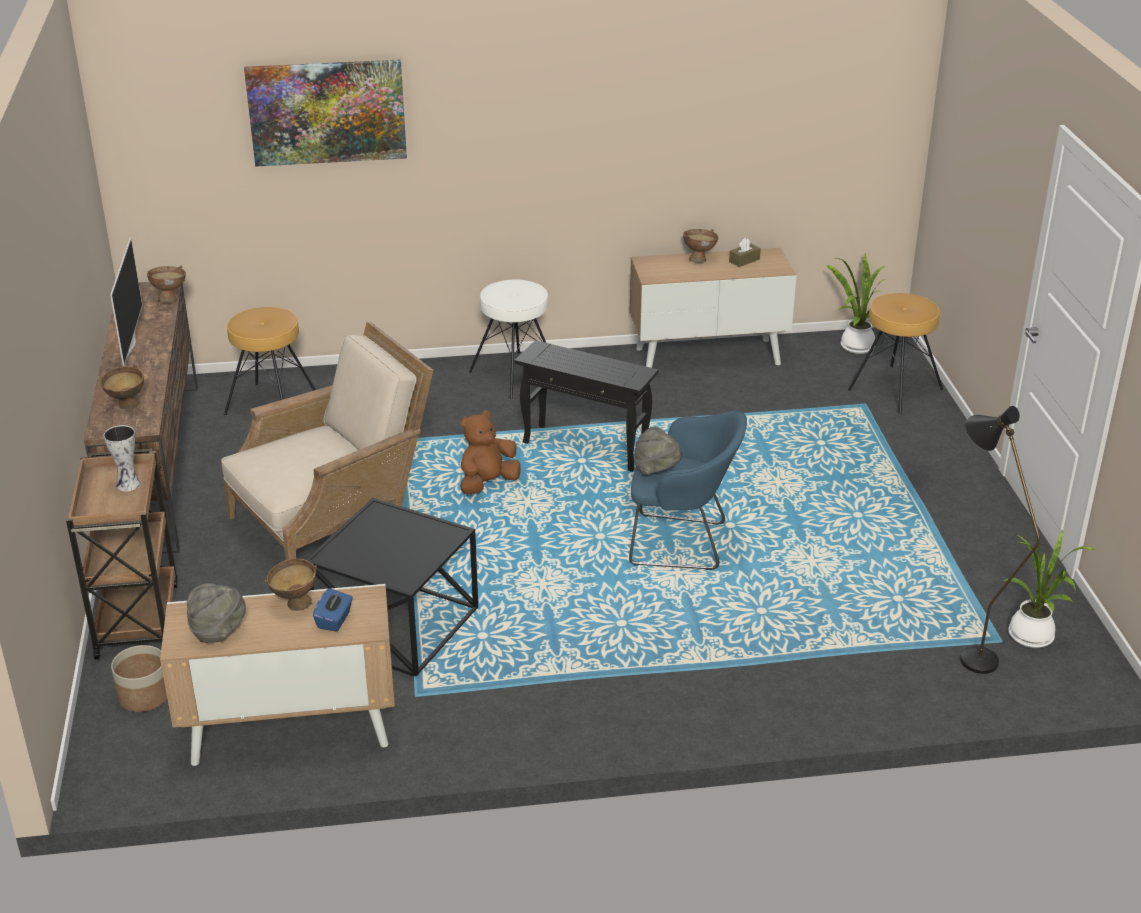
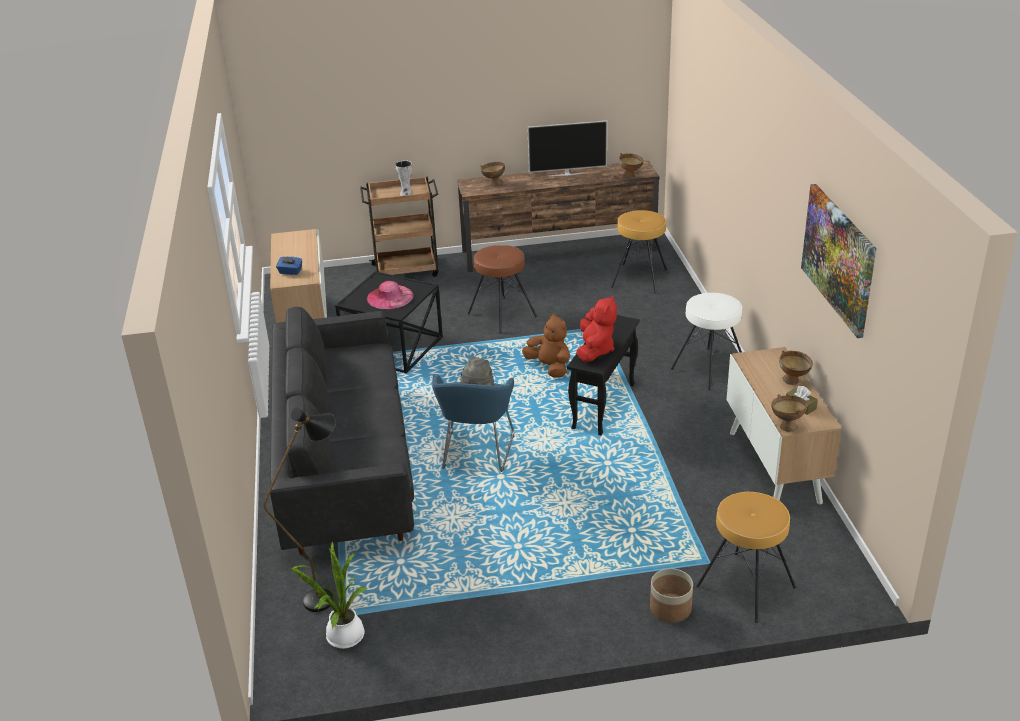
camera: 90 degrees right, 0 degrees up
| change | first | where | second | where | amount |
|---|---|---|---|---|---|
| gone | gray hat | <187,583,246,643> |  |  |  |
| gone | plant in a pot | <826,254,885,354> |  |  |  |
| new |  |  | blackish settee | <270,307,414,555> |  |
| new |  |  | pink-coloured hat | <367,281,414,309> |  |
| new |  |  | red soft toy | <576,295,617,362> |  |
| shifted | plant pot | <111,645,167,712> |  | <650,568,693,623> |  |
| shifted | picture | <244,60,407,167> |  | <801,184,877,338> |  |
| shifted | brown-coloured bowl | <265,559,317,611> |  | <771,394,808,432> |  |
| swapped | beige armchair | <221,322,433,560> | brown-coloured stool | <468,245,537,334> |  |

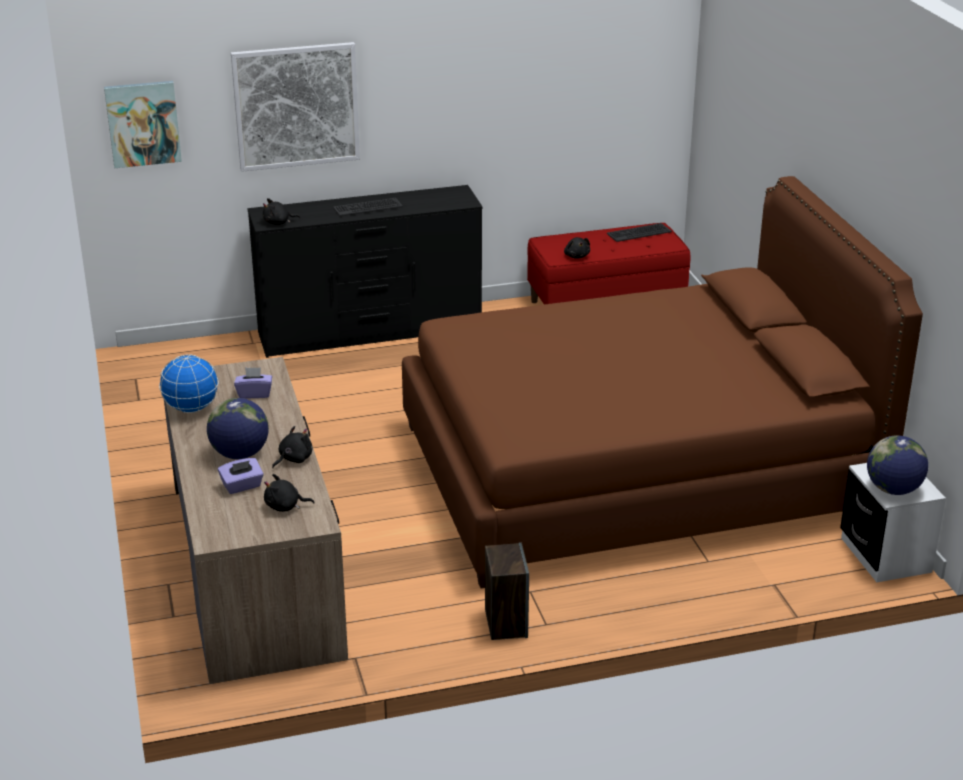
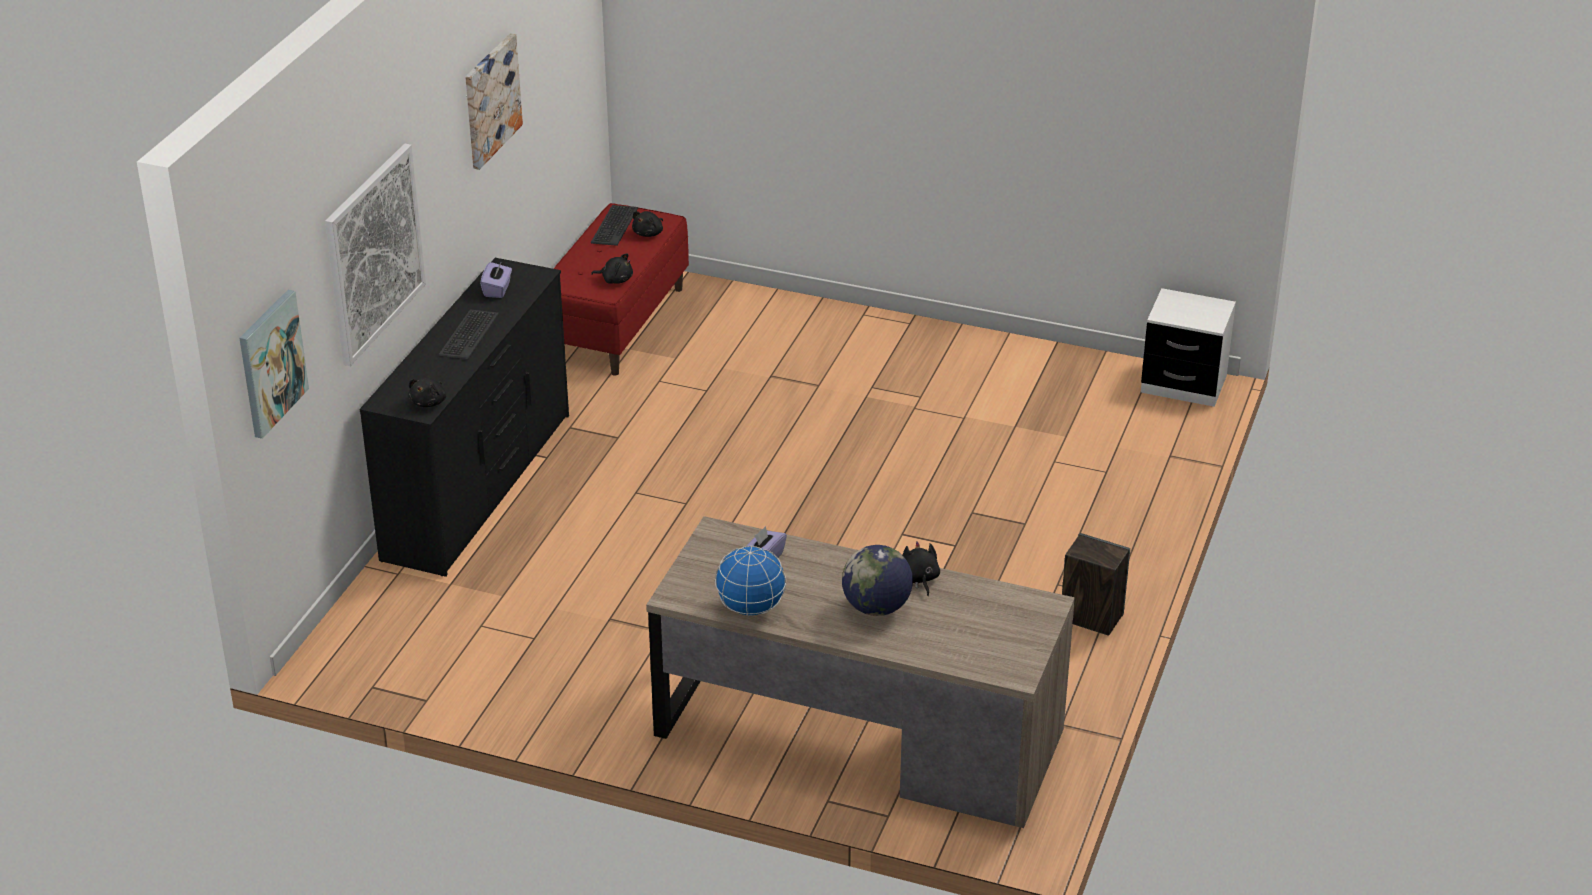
camera: 55 degrees left, 5 degrees up
| change | first | where | second | where | amount |
|---|---|---|---|---|---|
| gone | brown-coloured bedroom bed | <402,176,923,588> |  |  |  |
| gone | world globe | <867,435,928,495> |  |  |  |
| new |  |  | picture | <465,33,523,170> |  |
| shifted | purplish tissue holder | <218,458,264,494> |  | <480,261,512,298> |  |
| shifted | blackish soft toy | <264,474,315,512> |  | <632,211,663,237> |  |

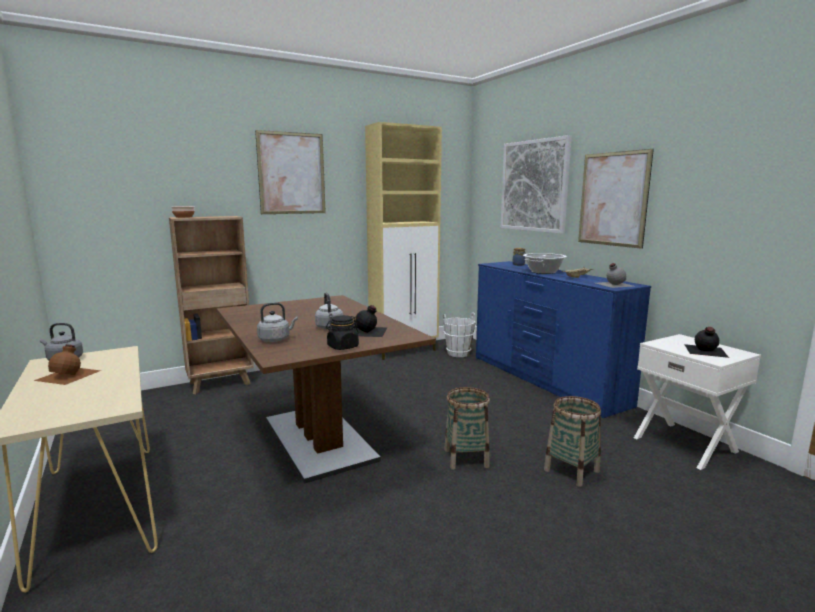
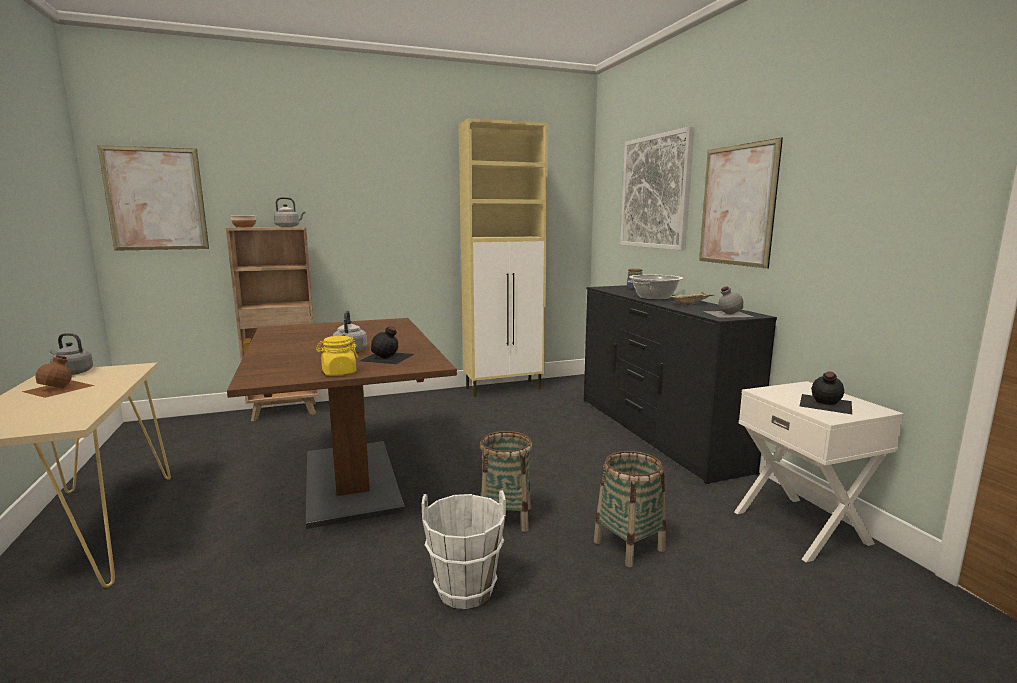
camera: 10 degrees right, 0 degrees up
| change | first | where | second | where | amount |
|---|---|---|---|---|---|
| shifted | picture | <255,130,326,214> |  | <97,145,209,251> |  |
| shifted | gray water kettle | <257,302,298,342> |  | <274,197,305,227> |  |
| shifted | white-coloured bucket | <443,312,476,357> |  | <422,490,506,609> |  |
| repainted | blackish storage jar | <326,315,359,350> | yellow-coloured storage jar | <316,336,359,376> |  |
| repainted | bluish chest of drawers | <476,261,651,418> | blackish chest of drawers | <584,285,777,484> |  |

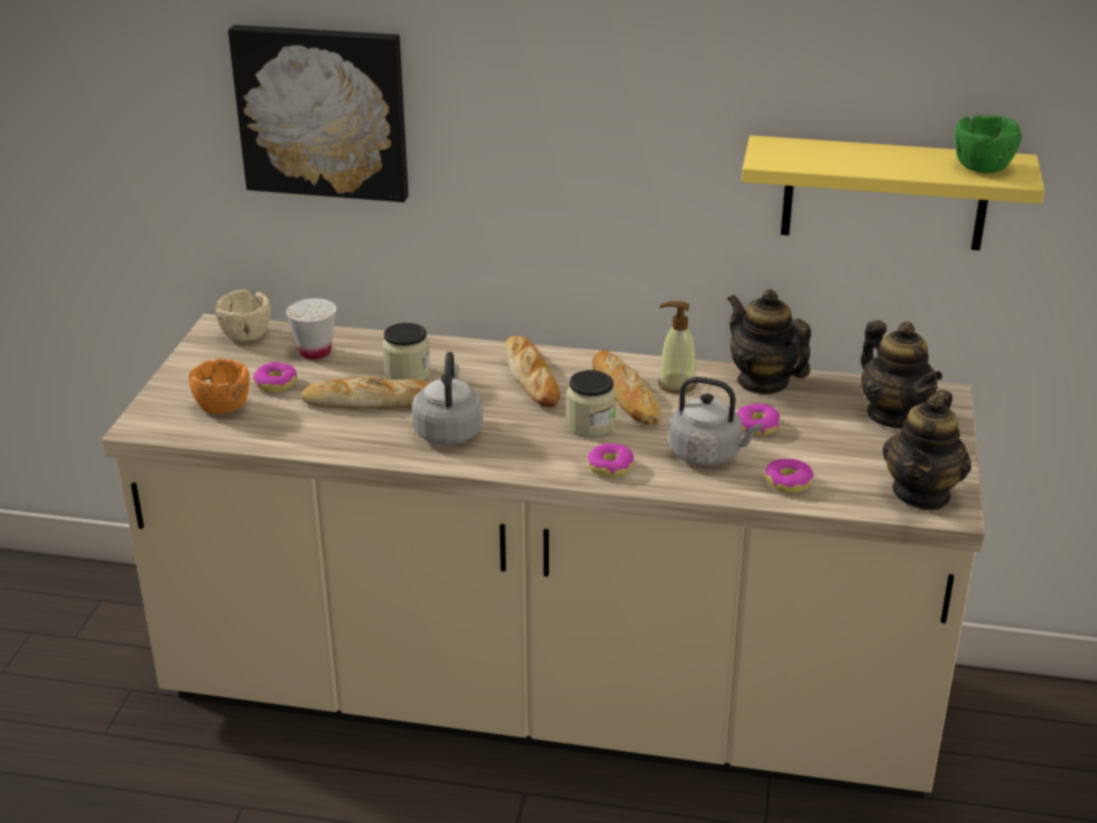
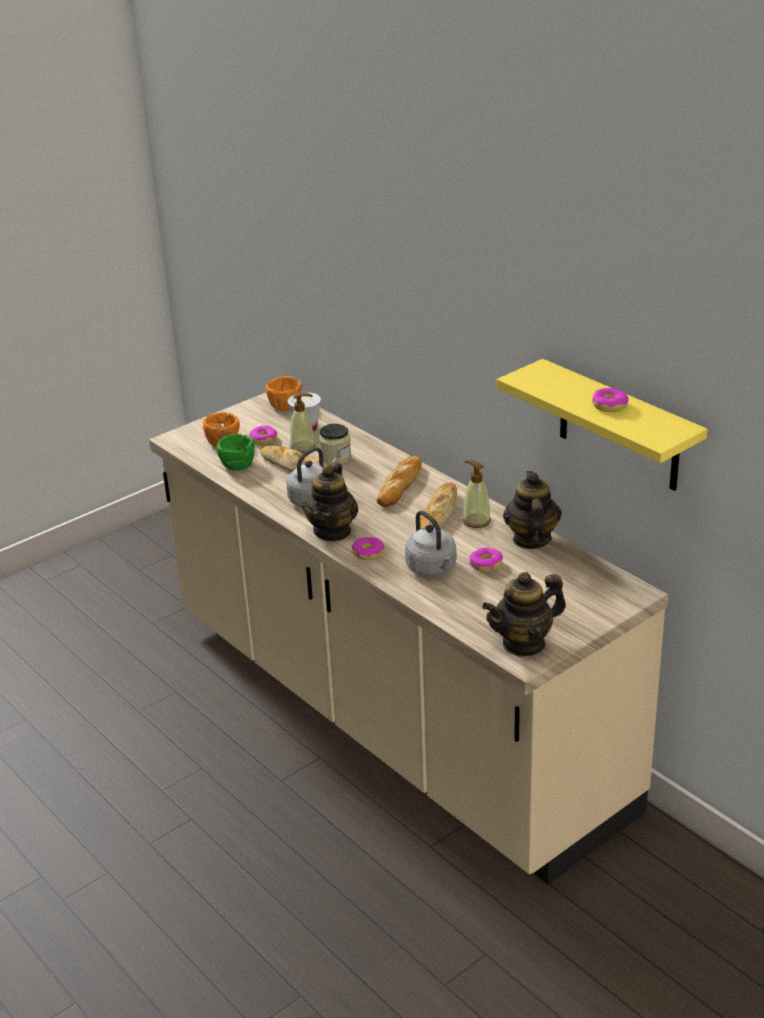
camera: 40 degrees right, 0 degrees up
| change | first | where | second | where | amount |
|---|---|---|---|---|---|
| gone | picture | <228,25,408,202> |  |  |  |
| gone | storage jar | <567,370,616,437> |  |  |  |
| new |  |  | soap dispenser | <290,393,316,453> |  |
| shifted | donut | <765,459,814,493> |  | <592,388,629,412> |  |
| shifted | teapot | <861,320,942,429> |  | <302,462,358,541> |  |
| shifted | green-coloured bowl | <955,115,1022,173> |  | <217,434,255,471> |  |
| repainted | beige bowl | <216,290,271,342> | orange bowl | <265,376,302,410> |  |

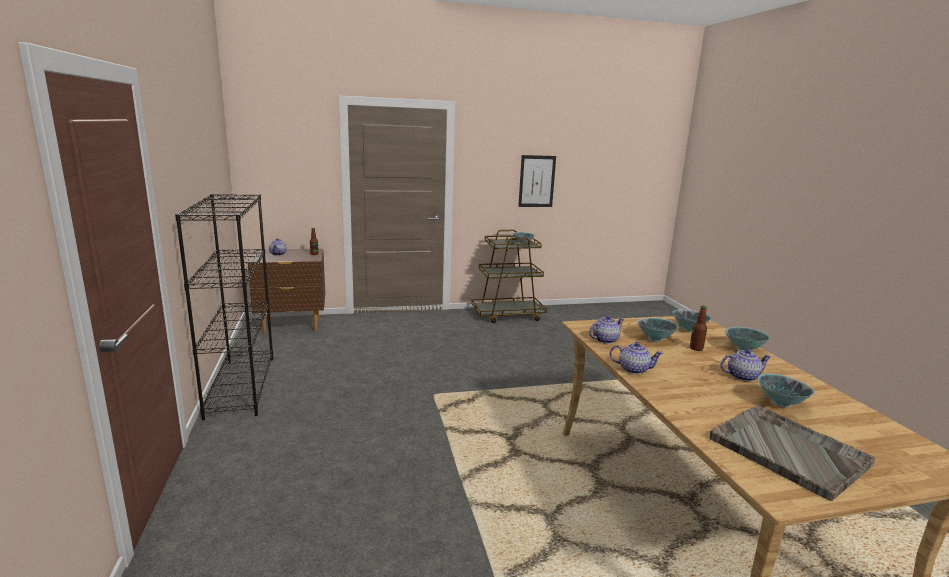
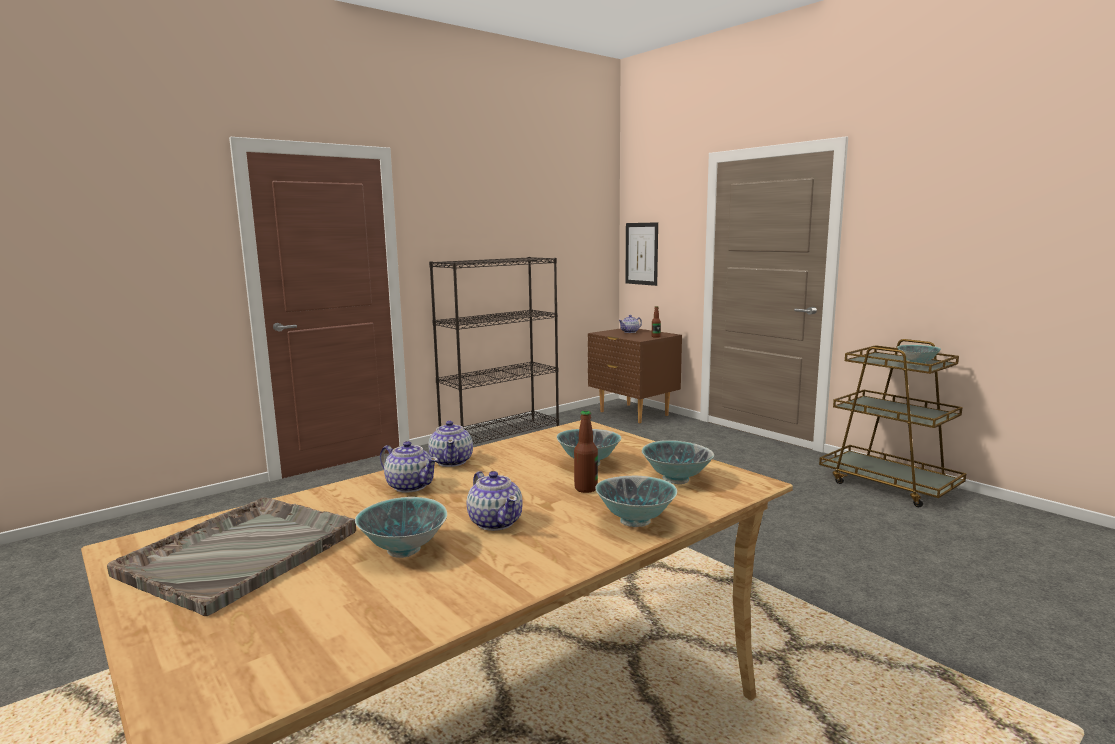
camera: 65 degrees right, 5 degrees down
| change | first | where | second | where | amount |
|---|---|---|---|---|---|
| shifted | picture | <518,155,556,207> |  | <625,222,658,286> |  |
| shifted | teapot | <589,315,624,344> |  | <380,441,438,493> |  |

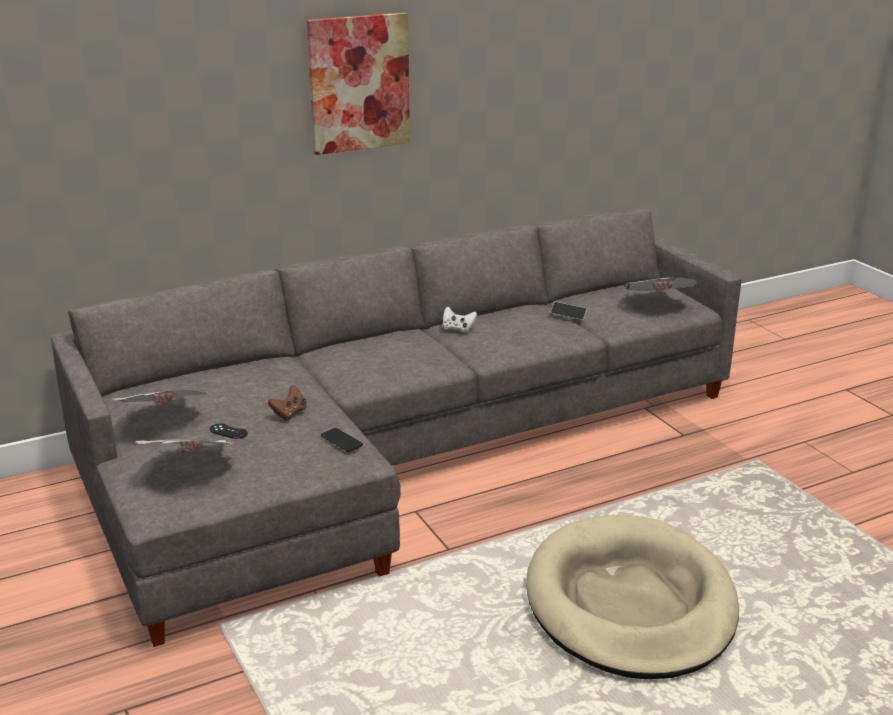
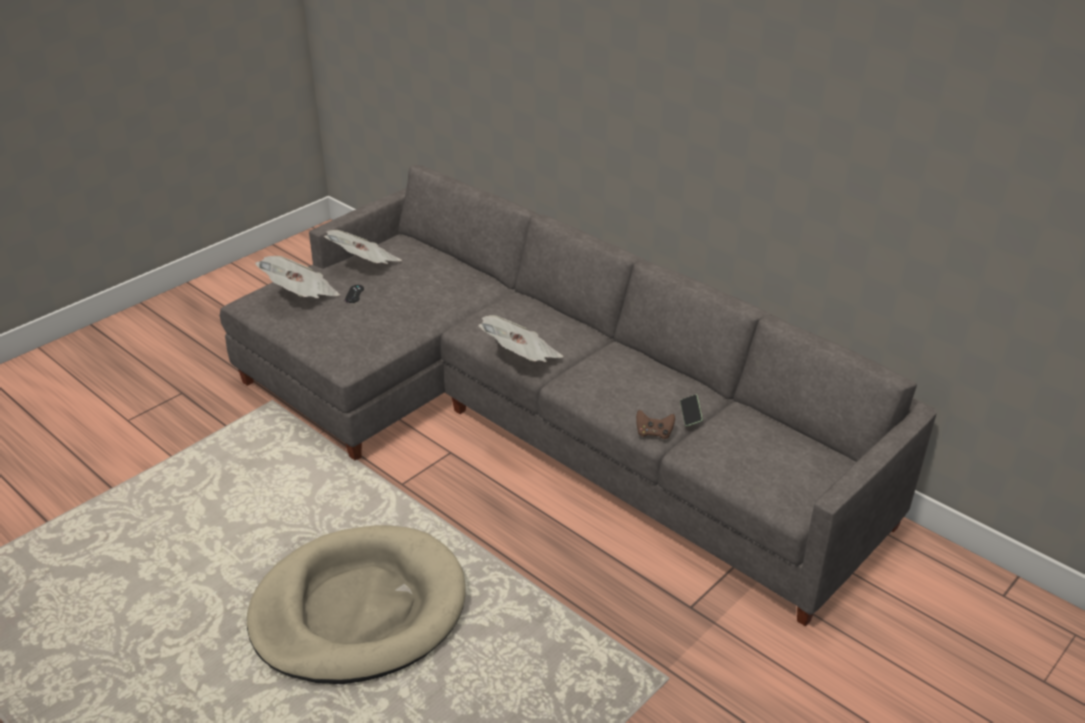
camera: 70 degrees right, 10 degrees up
| change | first | where | second | where | amount |
|---|---|---|---|---|---|
| gone | picture | <307,13,410,155> |  |  |  |
| gone | telephone | <321,428,363,452> |  |  |  |
| gone | white-coloured joypad | <443,307,477,333> |  |  |  |
| shifted | brown-coloured joypad | <268,385,306,420> |  | <636,410,675,439> |  |
| shifted | printed paper | <625,277,697,292> |  | <478,315,563,362> |  |

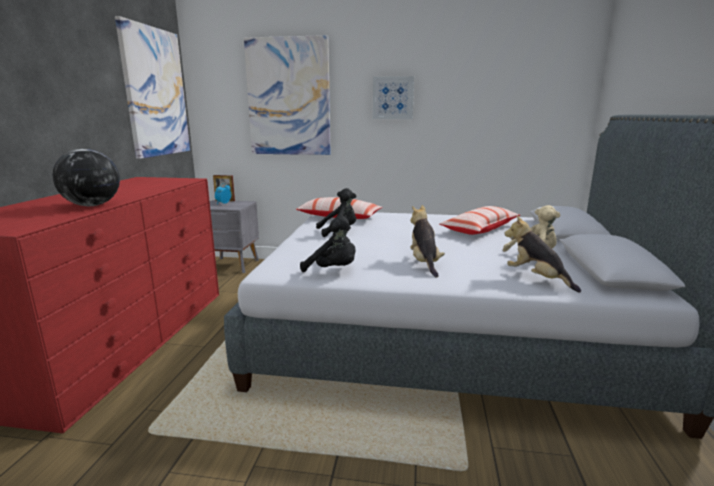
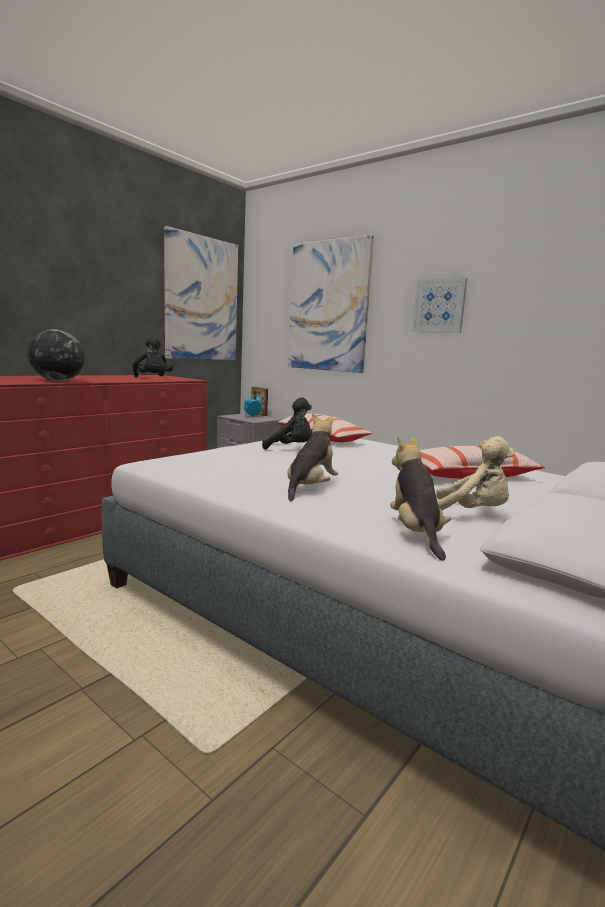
camera: 30 degrees right, 5 degrees down
| change | first | where | second | where | amount |
|---|---|---|---|---|---|
| shifted | blackish soft toy | <300,216,356,272> |  | <133,336,174,377> |  |

